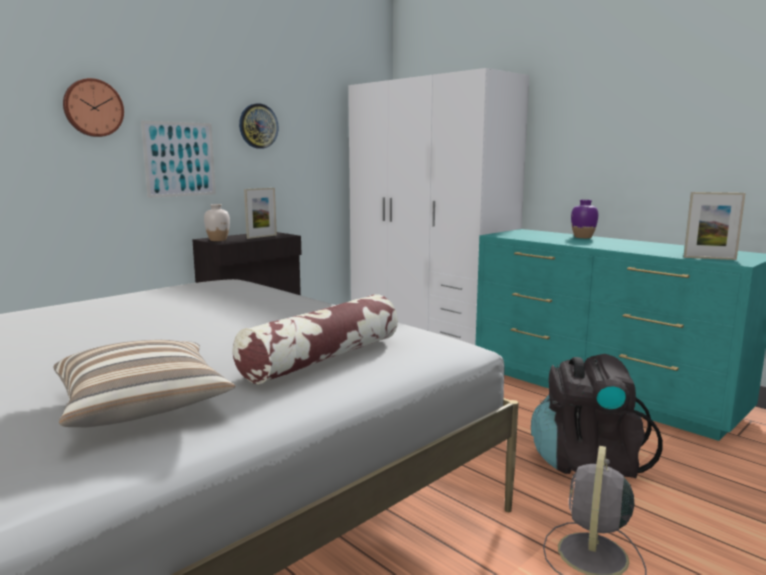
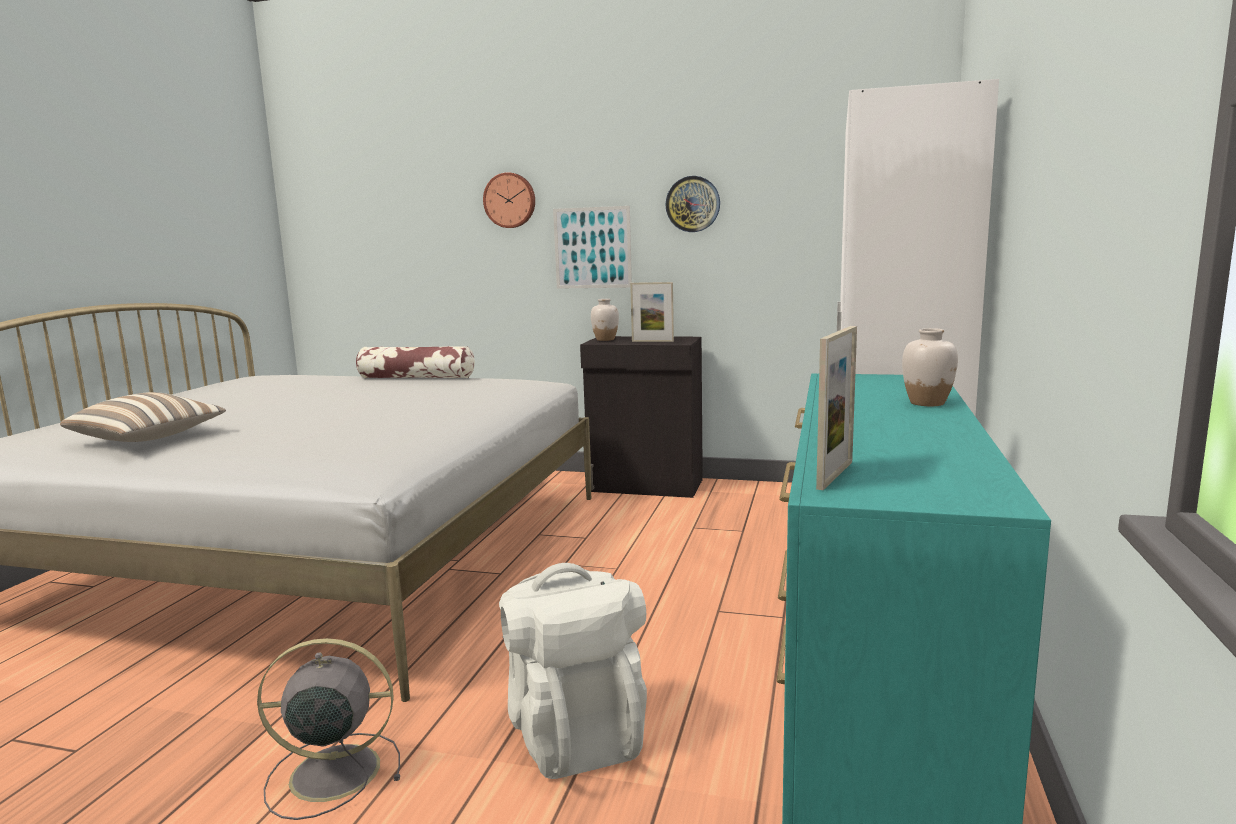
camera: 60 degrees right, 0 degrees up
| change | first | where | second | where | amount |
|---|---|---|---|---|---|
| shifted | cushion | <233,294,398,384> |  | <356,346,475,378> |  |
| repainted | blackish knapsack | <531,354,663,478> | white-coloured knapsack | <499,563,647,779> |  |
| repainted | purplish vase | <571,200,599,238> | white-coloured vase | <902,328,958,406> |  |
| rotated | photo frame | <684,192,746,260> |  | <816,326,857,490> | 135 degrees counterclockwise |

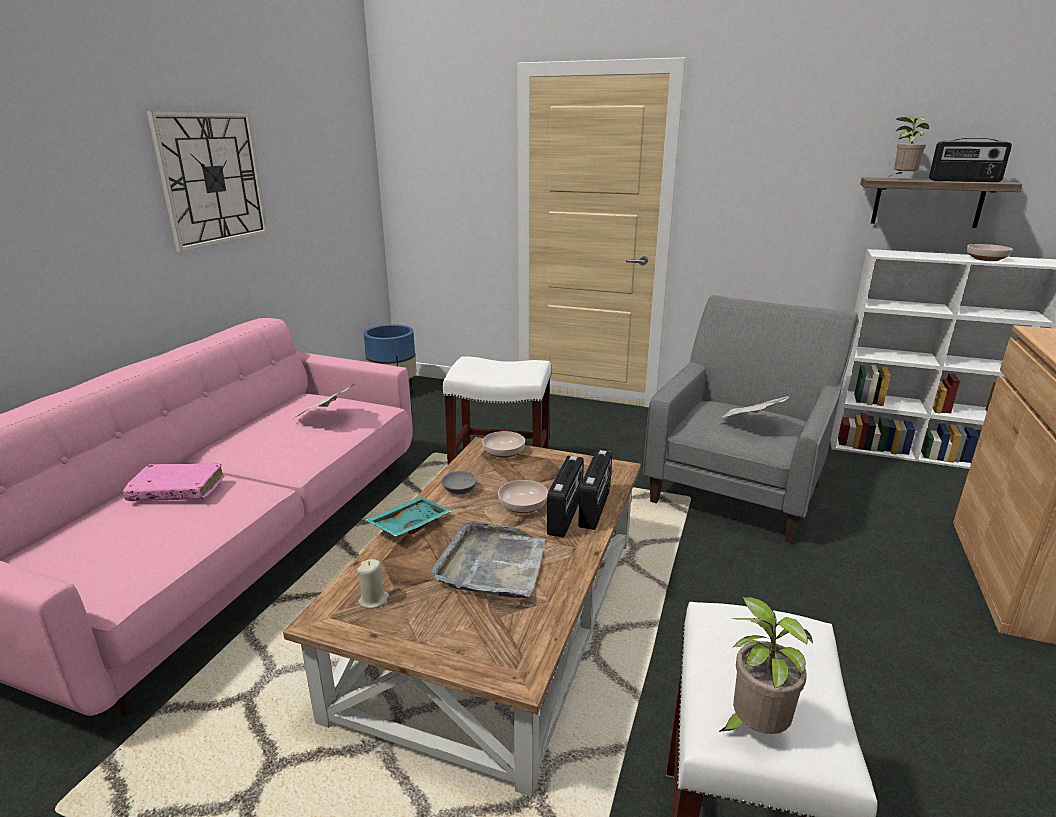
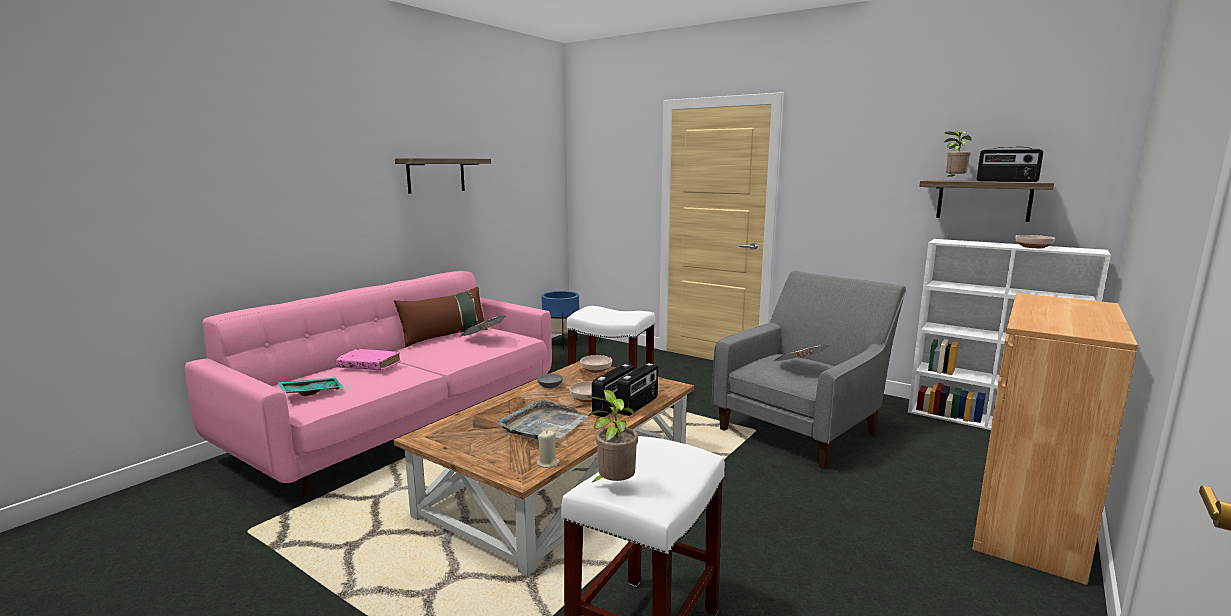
camera: 15 degrees right, 10 degrees down
| change | first | where | second | where | amount |
|---|---|---|---|---|---|
| new |  |  | brown-coloured cushion | <394,287,488,347> |  |
| shifted | beige wax light | <357,559,389,608> |  | <537,431,560,468> |  |
| shifted | turquoise-coloured tray | <365,496,452,537> |  | <277,377,343,396> |  |
| swapped | hanging clock | <147,111,268,252> | wall shelf | <395,158,491,193> |  |

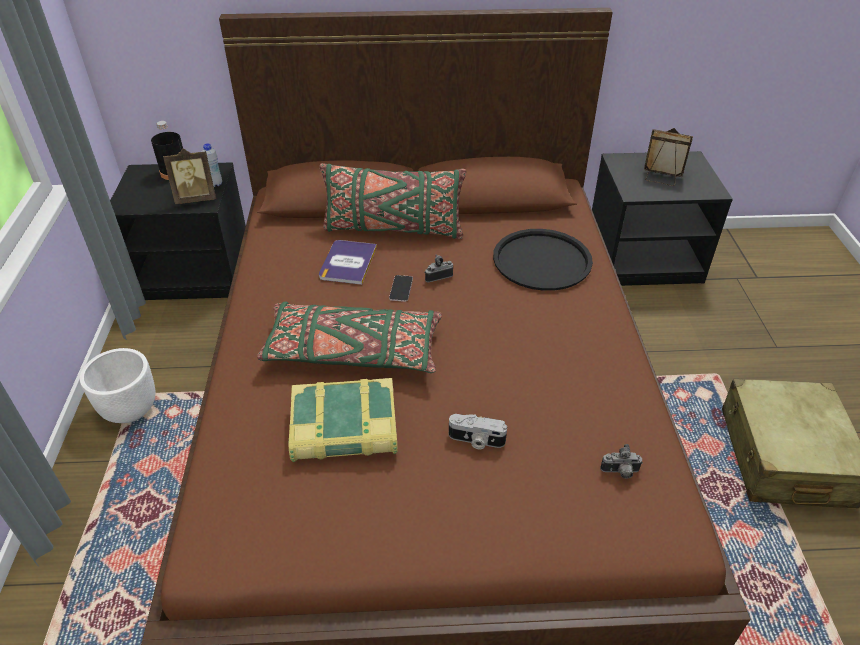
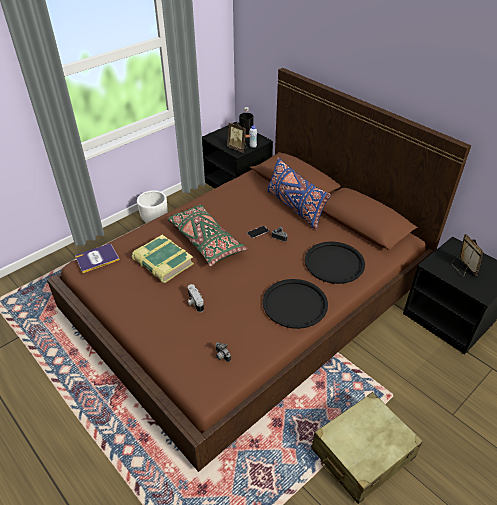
camera: 50 degrees right, 0 degrees up
| change | first | where | second | where | amount |
|---|---|---|---|---|---|
| new |  |  | blackish tray | <263,279,328,329> |  |
| shifted | volume | <319,240,377,285> |  | <75,244,120,273> |  |
| repainted | green-coloured cushion | <320,163,466,239> | bluish cushion | <267,157,331,230> |  |

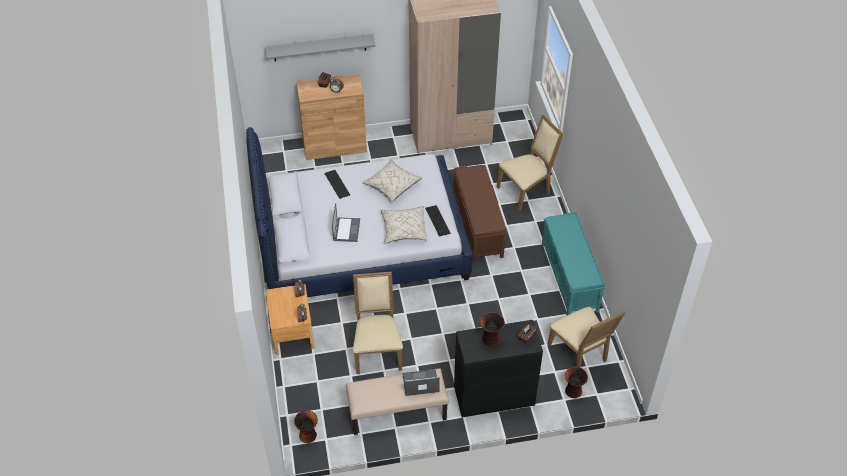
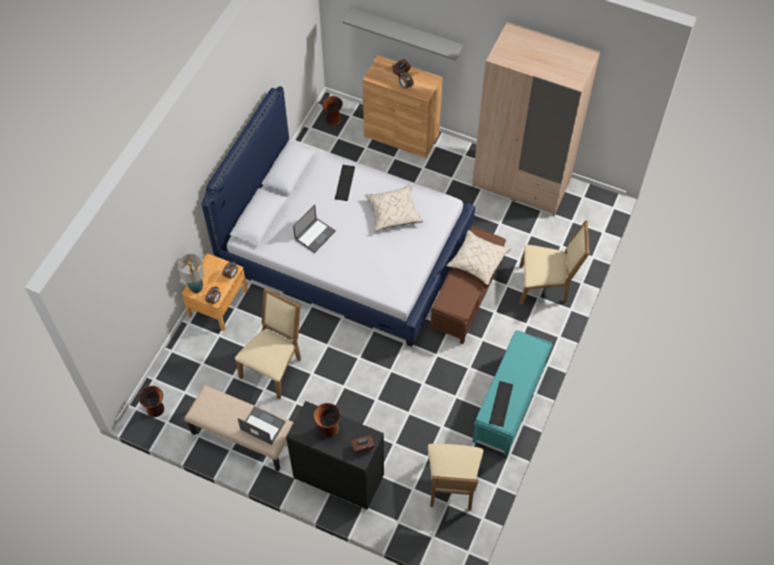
camera: 35 degrees right, 10 degrees up
| change | first | where | second | where | amount |
|---|---|---|---|---|---|
| new |  |  | tabletop lamp | <177,253,205,293> |  |
| shifted | beige cushion | <381,206,428,243> |  | <446,230,511,285> |  |
| shifted | computer keyboard | <425,205,450,236> |  | <489,381,513,427> |  |
| shifted | vase | <565,367,588,398> |  | <322,96,343,126> |  |

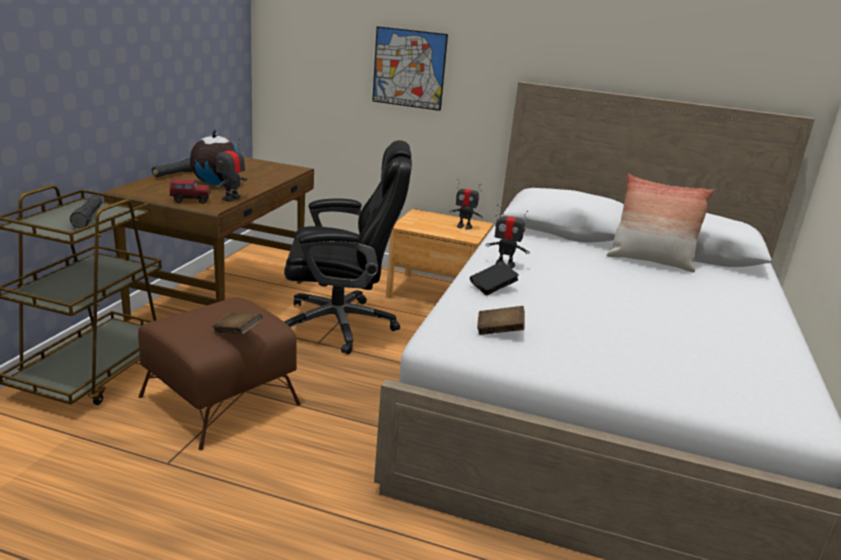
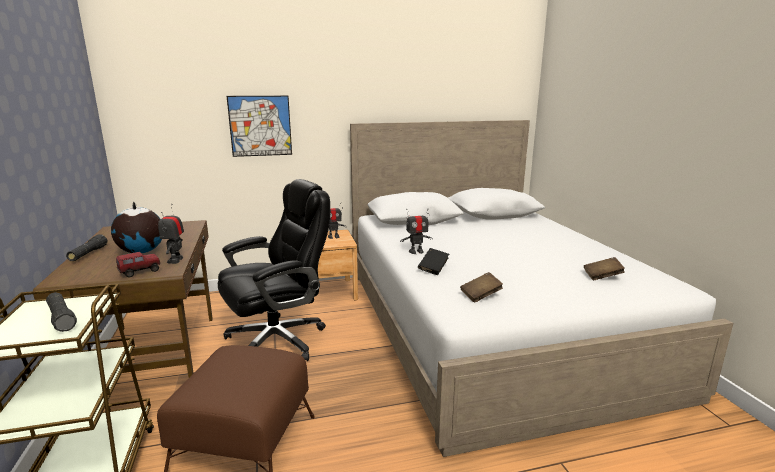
camera: 30 degrees left, 5 degrees down
| change | first | where | second | where | amount |
|---|---|---|---|---|---|
| gone | cushion | <607,174,714,272> |  |  |  |
| shifted | brown-coloured volume | <212,313,263,335> |  | <584,257,625,280> |  |

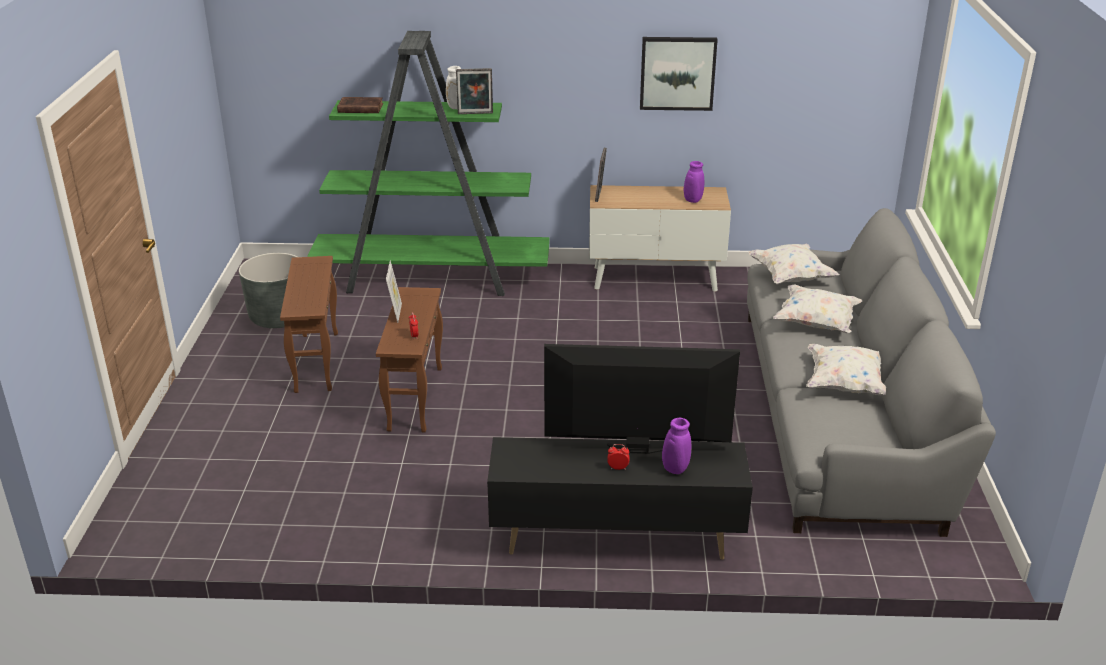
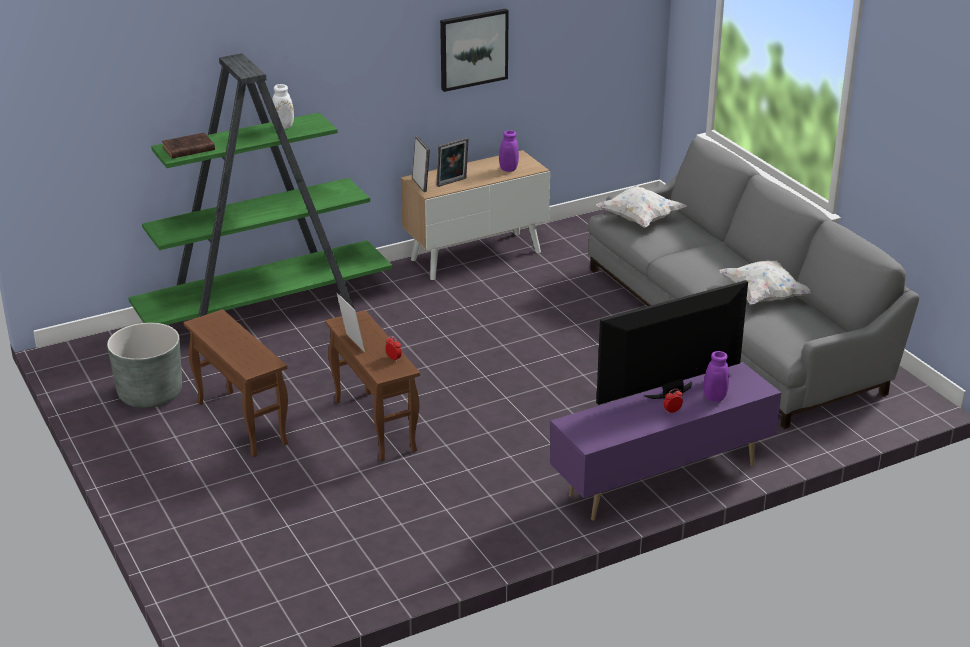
camera: 30 degrees left, 0 degrees up
| change | first | where | second | where | amount |
|---|---|---|---|---|---|
| gone | white-coloured cushion | <773,284,863,333> |  |  |  |
| shifted | photo frame | <456,68,493,114> |  | <436,138,469,187> |  |
| repainted | blackish tv stand | <487,437,753,560> | purplish tv stand | <550,362,781,521> |  |

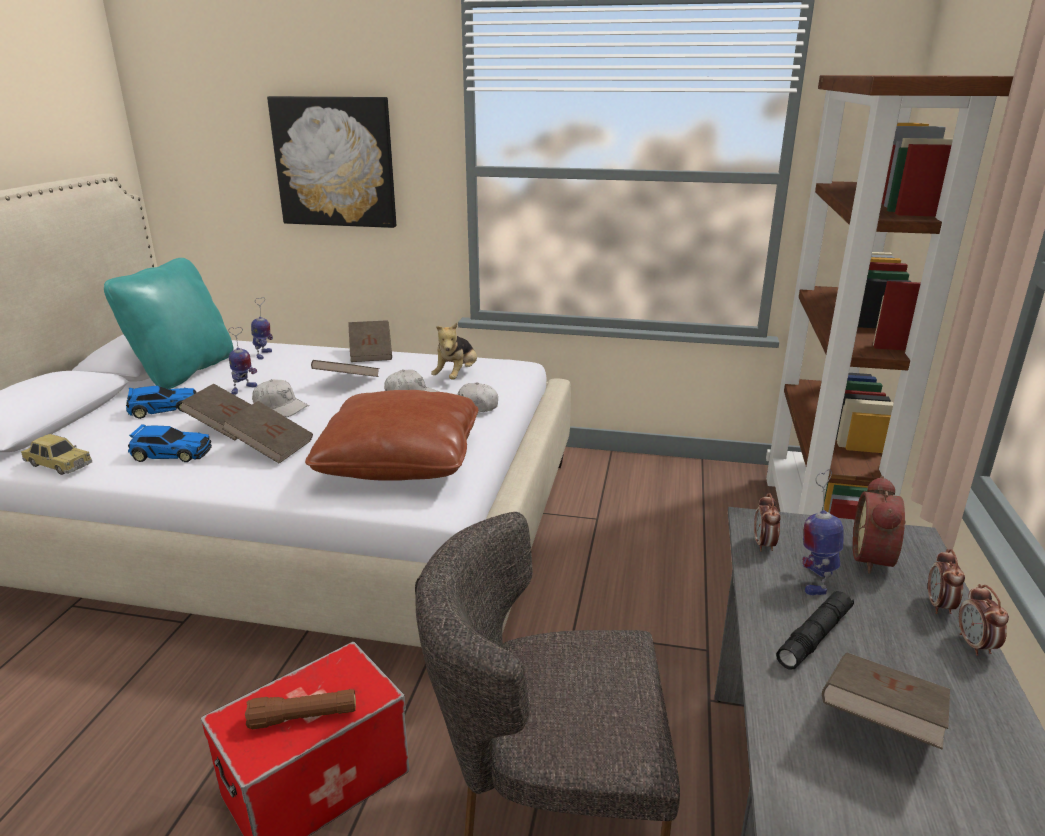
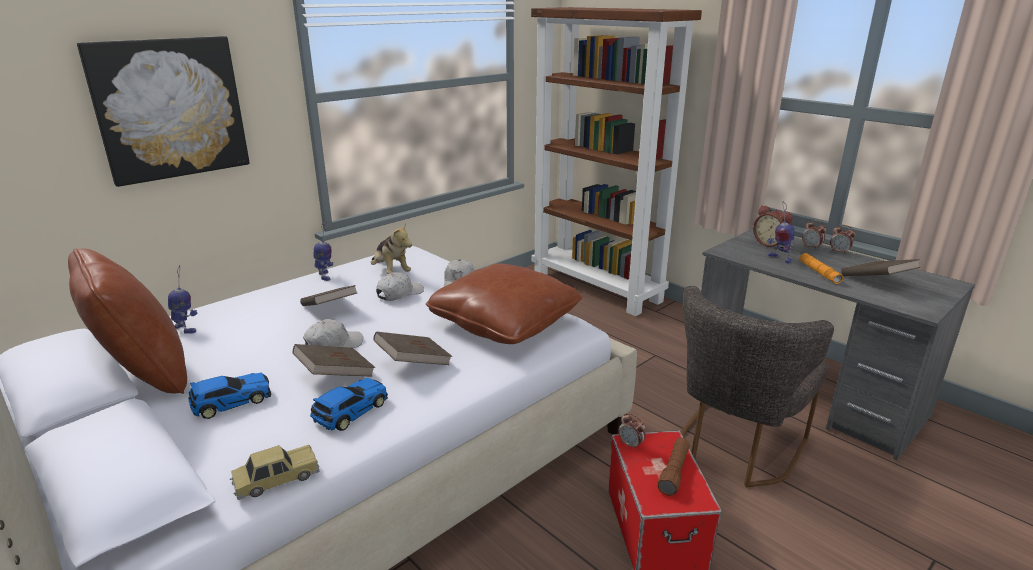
camera: 55 degrees left, 0 degrees up
| change | first | where | second | where | amount |
|---|---|---|---|---|---|
| gone | brown-coloured volume | <348,320,392,362> |  |  |  |
| shifted | model robot | <228,327,257,395> |  | <313,222,333,281> |  |
| shifted | alarm clock | <754,493,781,552> |  | <618,413,646,450> |  |
| repainted | turquoise-coloured cushion | <104,258,233,389> | brown-coloured cushion | <68,248,187,394> |  |
| repainted | blackish flashlight | <776,591,854,669> | orange flashlight | <799,253,843,284> |  |
| rotated | model car | <126,386,197,419> |  | <189,373,271,419> | 45 degrees clockwise |

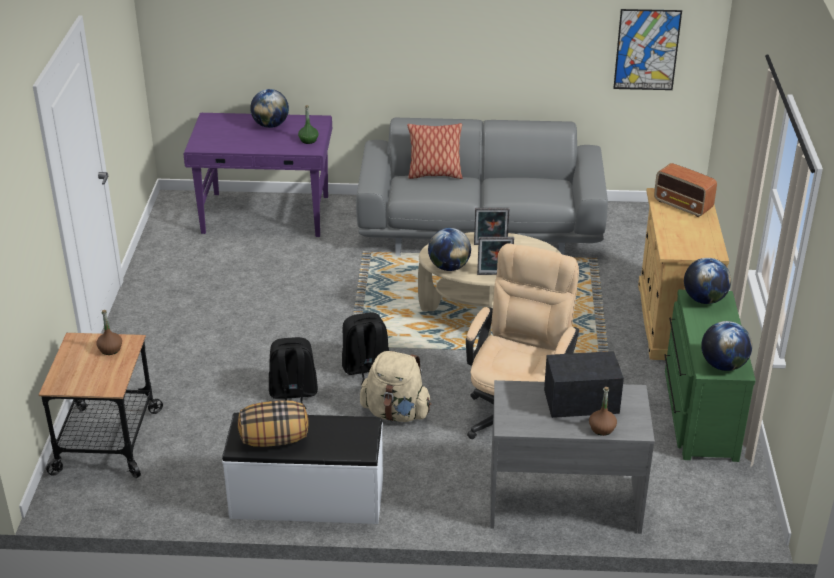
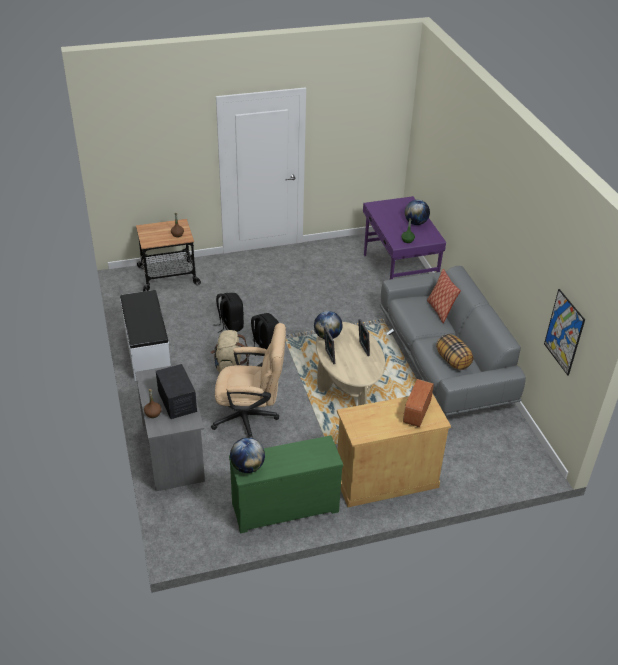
camera: 70 degrees right, 5 degrees up
| change | first | where | second | where | amount |
|---|---|---|---|---|---|
| gone | world globe | <684,258,731,304> |  |  |  |
| shifted | cushion | <238,400,308,447> |  | <436,334,474,370> |  |

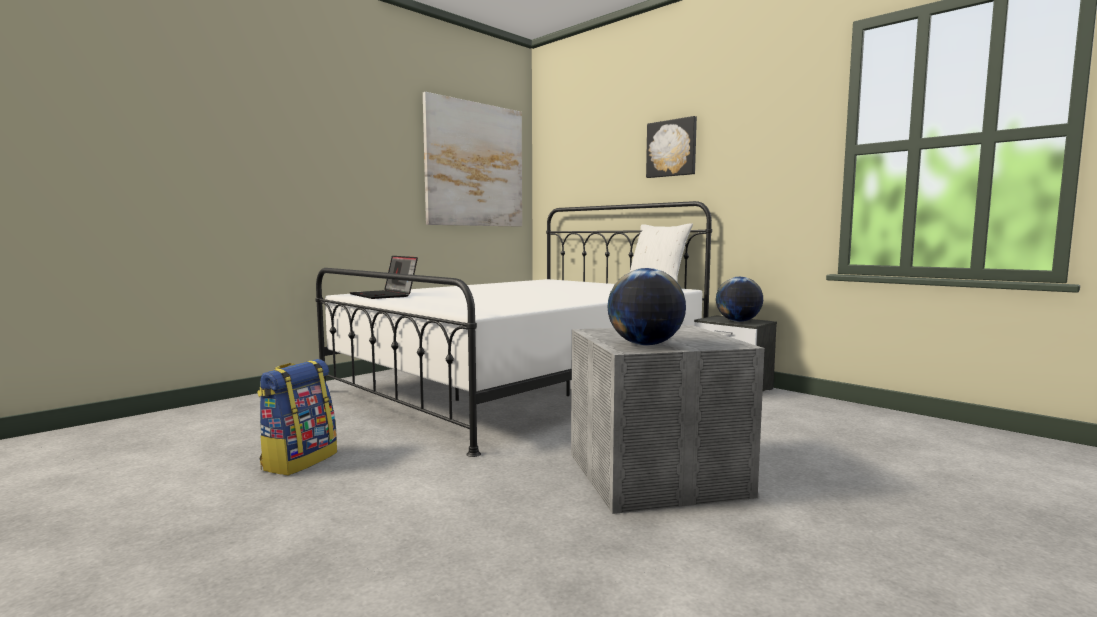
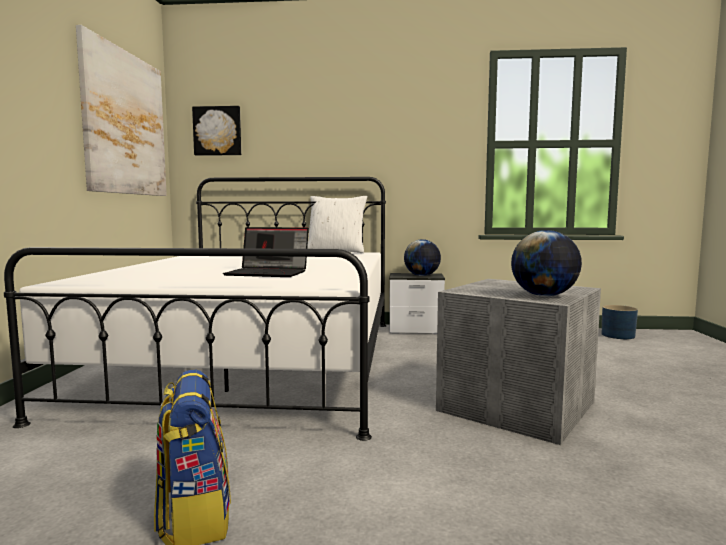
camera: 40 degrees left, 0 degrees up
| change | first | where | second | where | amount |
|---|---|---|---|---|---|
| new |  |  | bluish plant pot | <602,305,638,339> |  |
| shifted | portable computer | <350,256,418,299> |  | <223,227,309,277> |  |
| shifted | picture | <646,116,697,178> |  | <192,106,241,156> |  |

